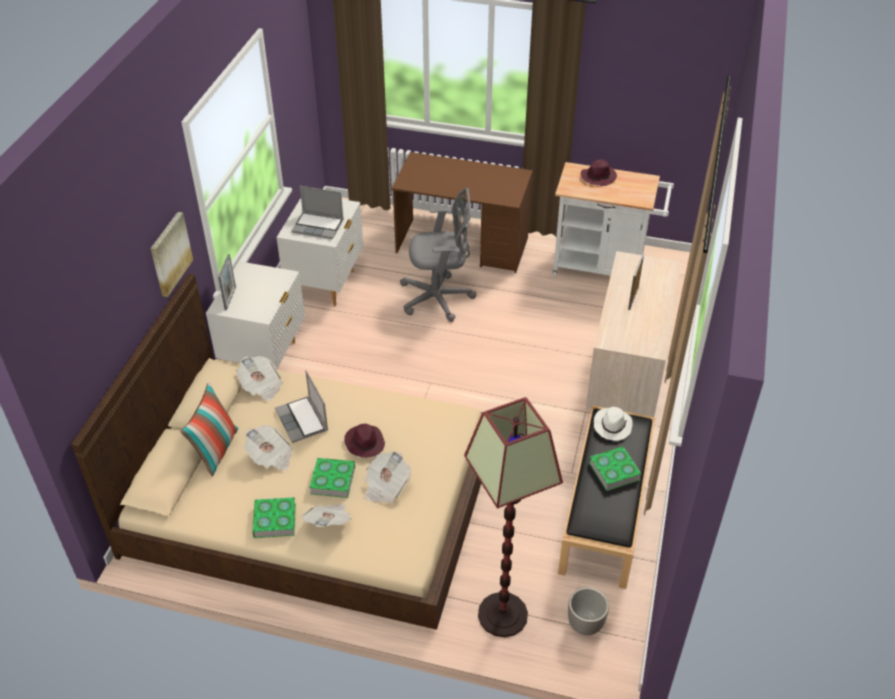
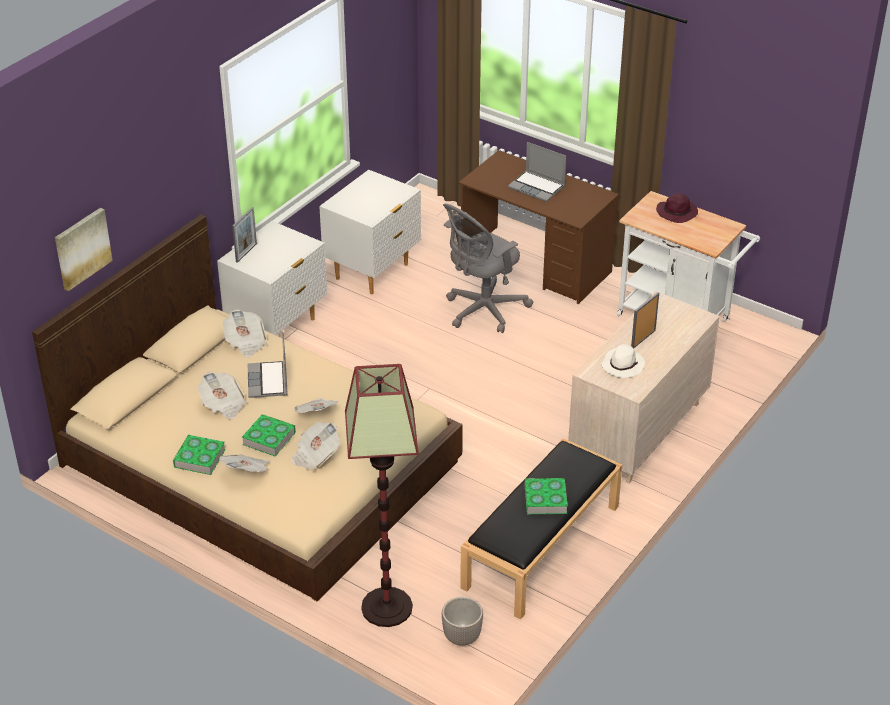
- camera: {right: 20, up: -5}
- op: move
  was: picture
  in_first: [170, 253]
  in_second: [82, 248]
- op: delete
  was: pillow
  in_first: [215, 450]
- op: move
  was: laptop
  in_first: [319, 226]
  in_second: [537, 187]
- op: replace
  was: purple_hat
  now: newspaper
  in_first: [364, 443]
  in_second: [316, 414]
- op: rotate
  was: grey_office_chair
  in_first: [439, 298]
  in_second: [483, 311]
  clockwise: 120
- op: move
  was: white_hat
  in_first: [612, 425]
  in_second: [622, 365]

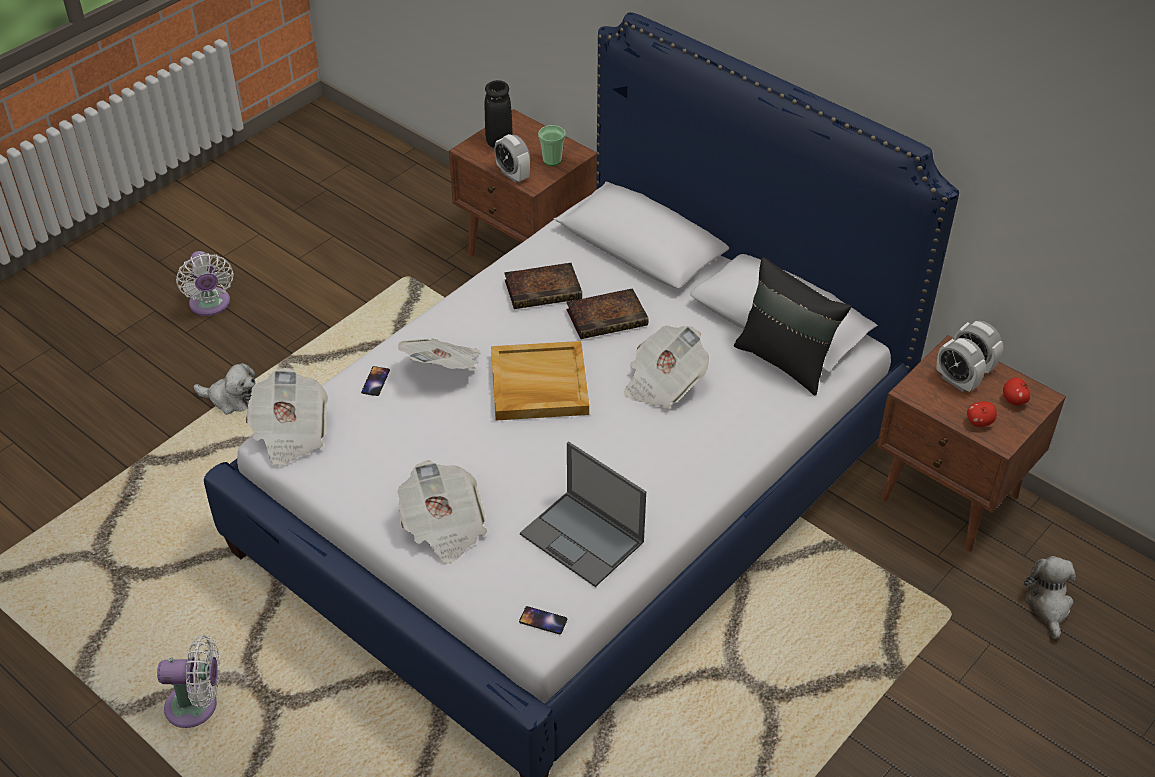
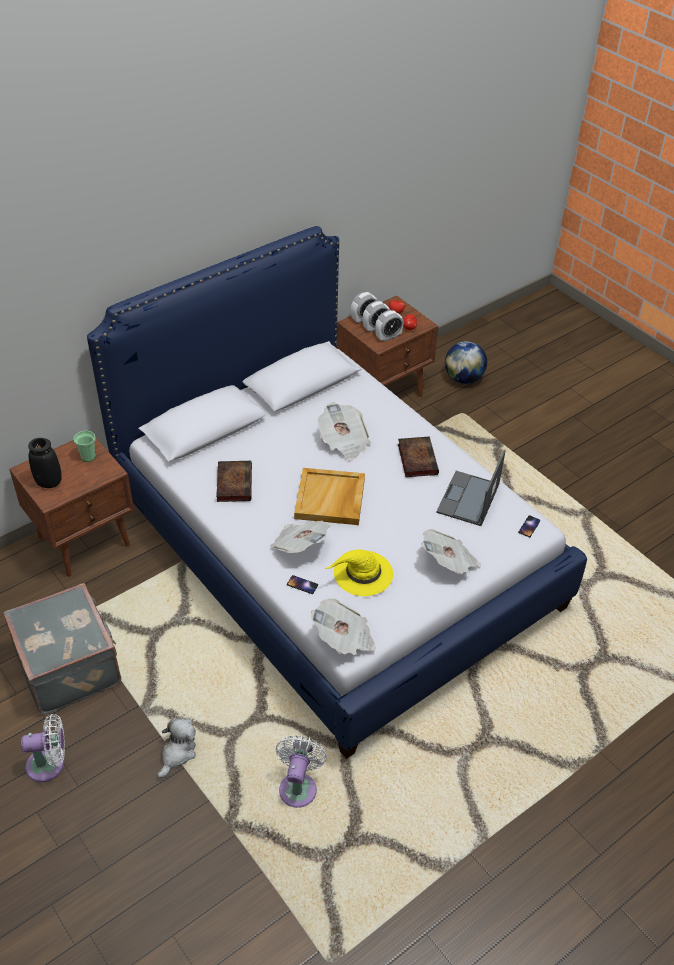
- camera: {right: -80, up: 0}
- op: move
  was: white_fan
  in_first: [197, 706]
  in_second: [299, 786]
- op: move
  was: alarm_clock
  in_first: [513, 175]
  in_second: [388, 337]
- op: rotate
  was: laptop
  in_first: [583, 539]
  in_second: [468, 499]
  clockwise: 150
- op: move
  was: book
  in_first: [608, 317]
  in_second: [416, 458]
- op: delete
  was: black_pillow
  in_first: [785, 361]
- op: replace
  was: plush_toy
  now: globe
  in_first: [1048, 606]
  in_second: [463, 378]
- op: insert
  now: grey_suitcase
  in_second: [70, 666]
- op: insert
  now: yellow_hat
  in_second: [362, 573]

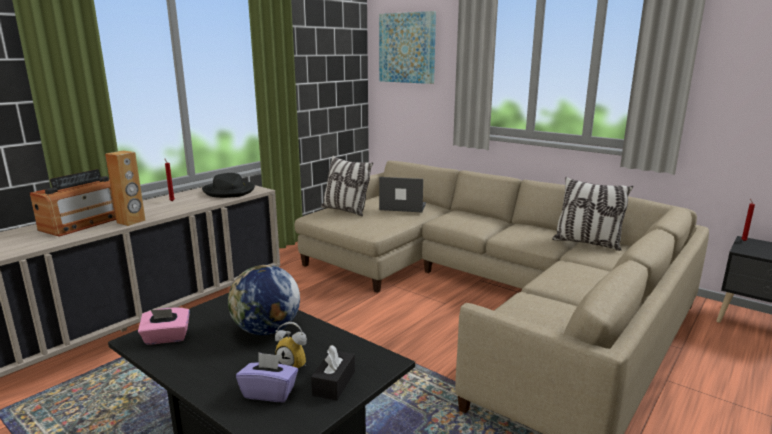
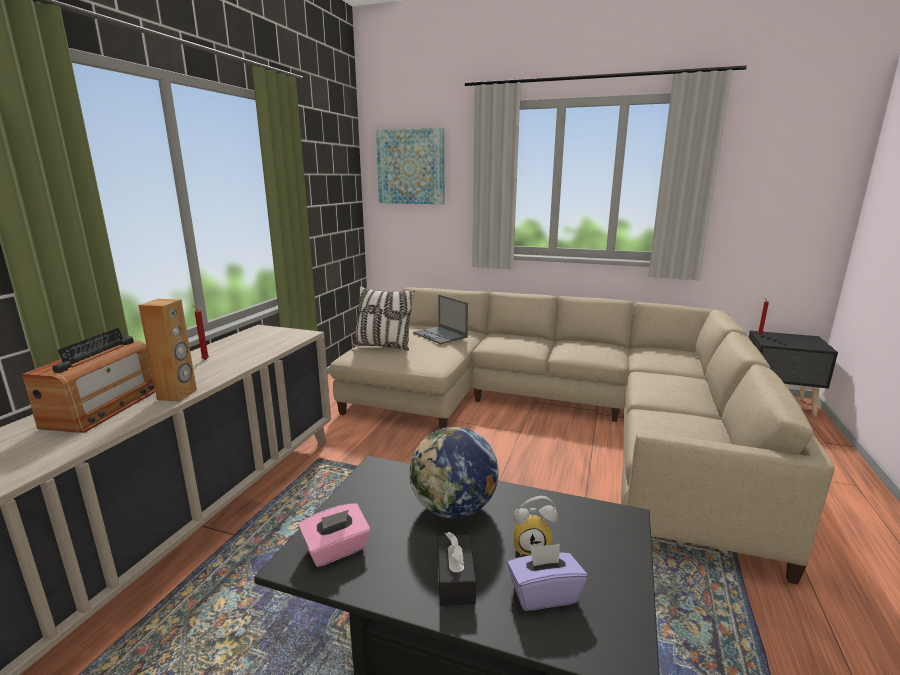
- camera: {right: -20, up: 0}
- op: delete
  was: black_hat
  in_first: [229, 191]
- op: move
  was: black_tissue_box
  in_first: [334, 383]
  in_second: [455, 579]
- op: rotate
  was: laptop
  in_first: [402, 206]
  in_second: [440, 335]
  clockwise: -120
- op: delete
  was: pillow
  in_first: [587, 243]

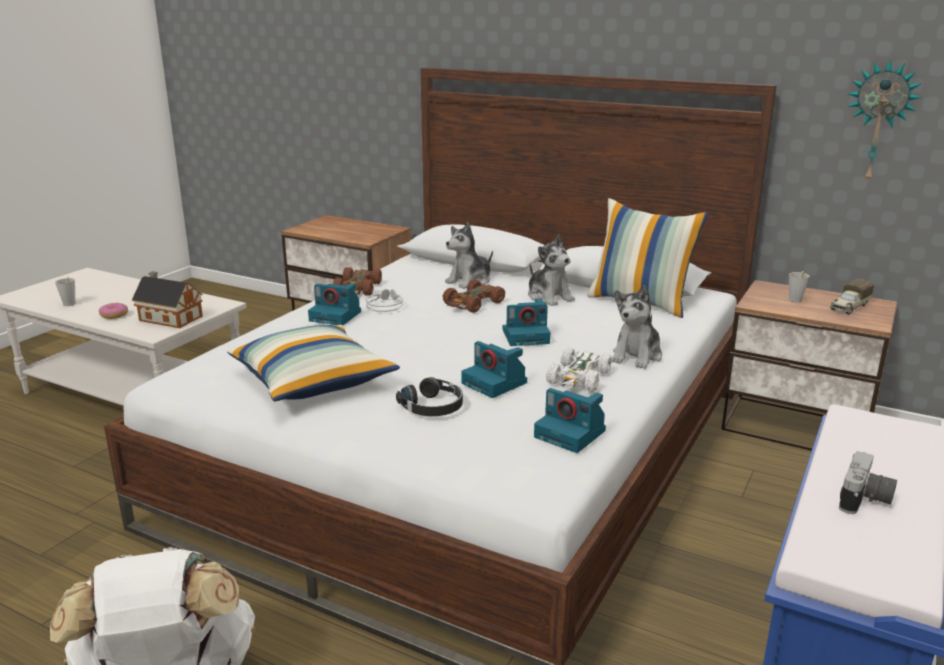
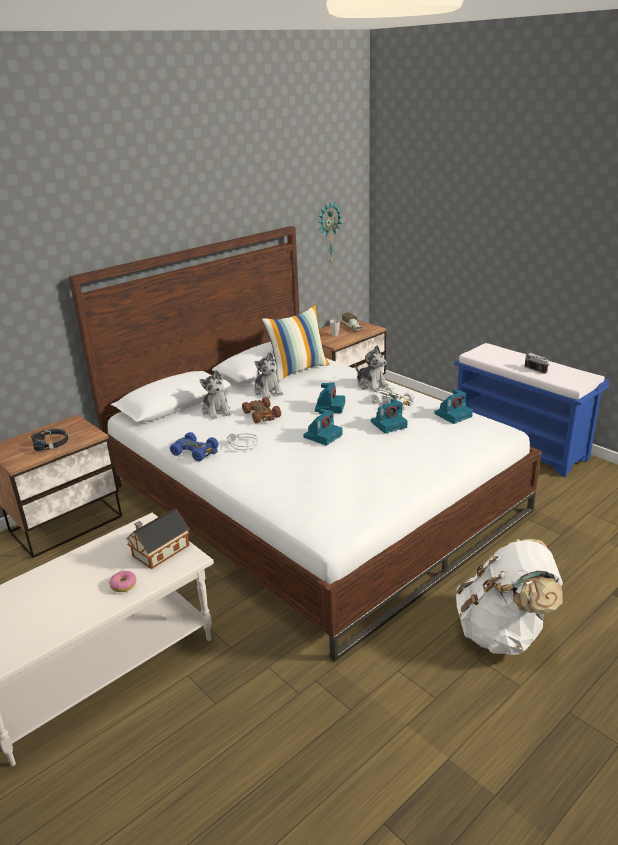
- camera: {right: -70, up: 5}
- op: delete
  was: grey_cup
  in_first: [69, 305]
- op: delete
  was: pillow
  in_first: [313, 381]
- op: move
  was: photo_camera
  in_first: [336, 316]
  in_second: [323, 435]
- op: recolor
  was: brown_toy_car
  now: blue_toy_car
  in_first: [358, 289]
  in_second: [195, 452]
- op: move
  was: black_headphones
  in_first: [433, 407]
  in_second: [51, 444]
- op: rotate
  was: plush_toy
  in_first: [549, 297]
  in_second: [268, 391]
  clockwise: 75

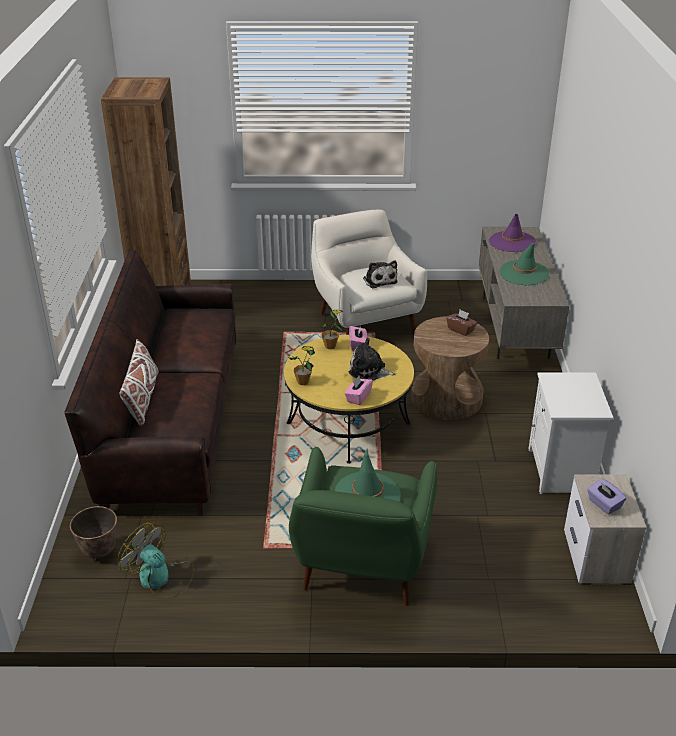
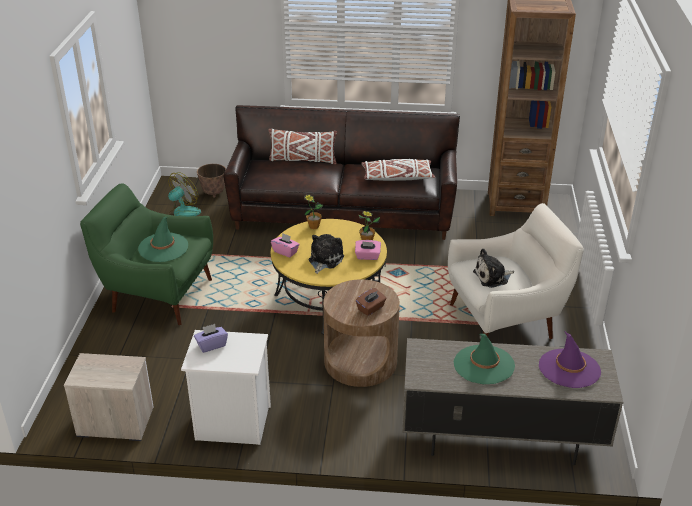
- camera: {right: 95, up: 0}
- op: move
  was: purple_tissue_box
  in_first: [604, 504]
  in_second: [211, 345]
- op: insert
  now: white_pillow
  in_second: [397, 177]

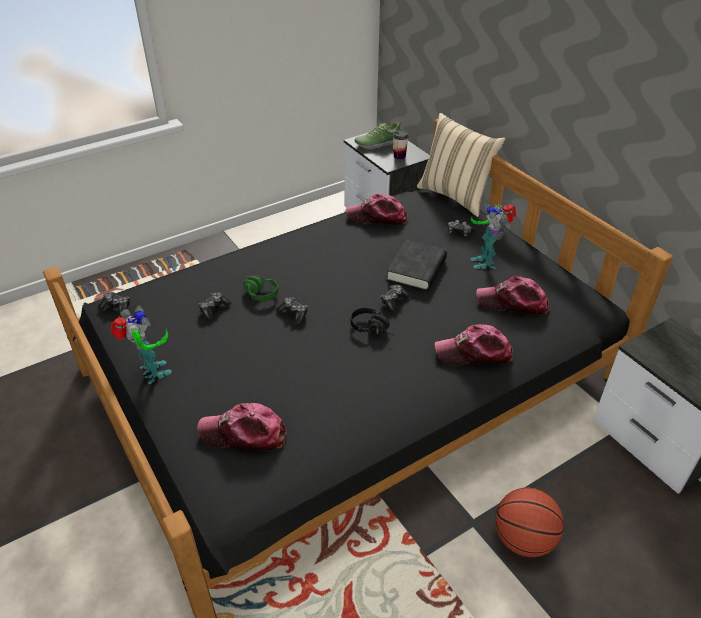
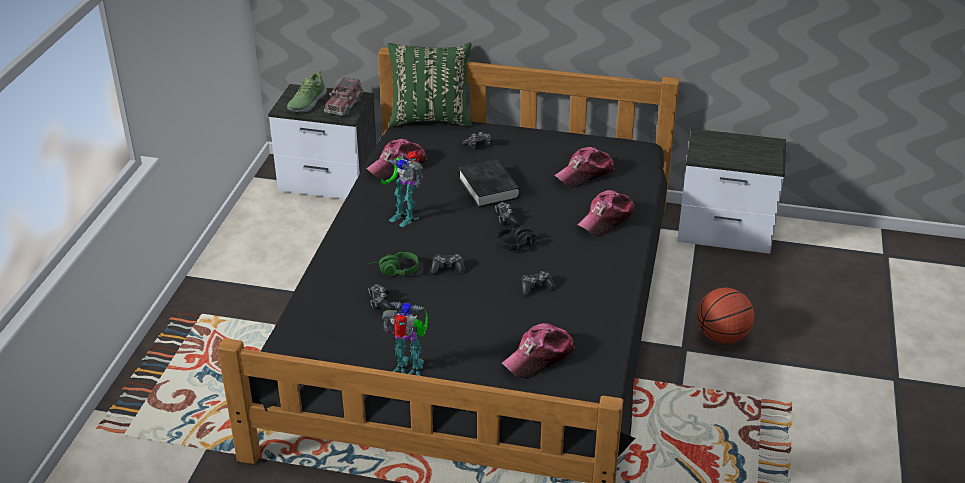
- camera: {right: -45, up: -5}
- op: move
  was: game_controller
  in_first: [116, 307]
  in_second: [536, 287]
- op: replace
  was: cup
  now: toy_truck
  in_first: [399, 156]
  in_second: [344, 105]
- op: recolor
  was: beige_pillow
  now: green_pillow
  in_first: [455, 196]
  in_second: [430, 118]
- op: move
  was: toy_robot
  in_first: [485, 261]
  in_second: [404, 216]

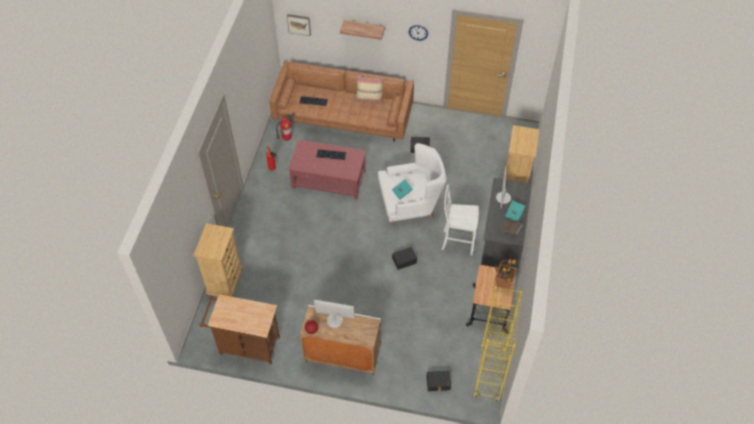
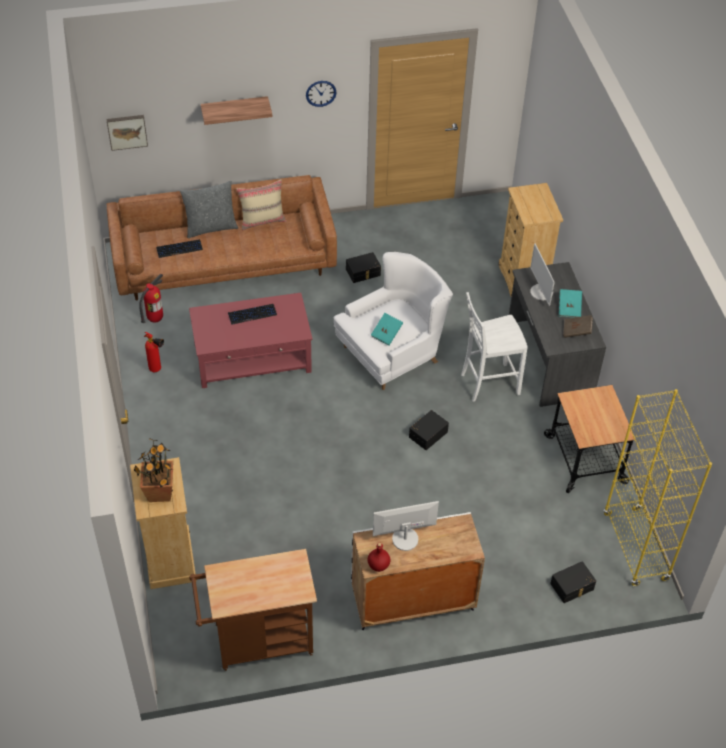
- camera: {right: -25, up: -5}
- op: move
  was: potted_plant
  in_first: [503, 283]
  in_second: [159, 493]
- op: insert
  now: grey_pillow
  in_second: [211, 227]

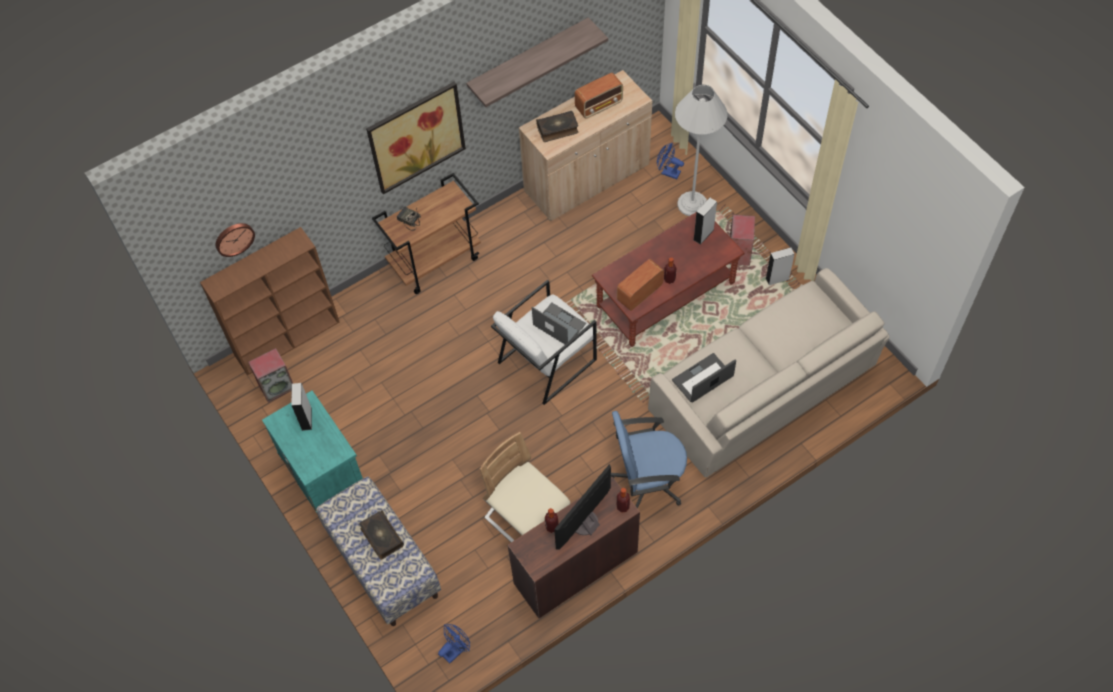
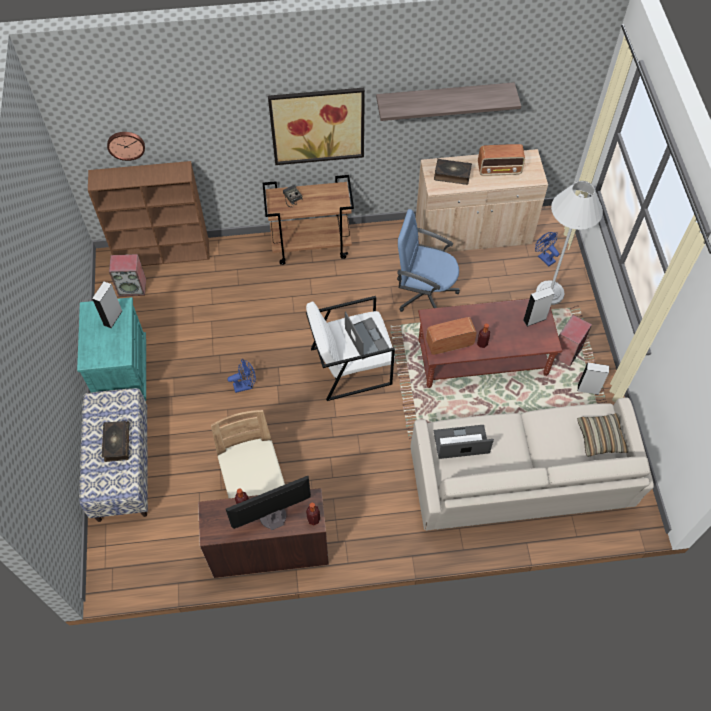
- camera: {right: 25, up: 0}
- op: move
  was: blue_fan
  in_first: [456, 649]
  in_second: [245, 385]
- op: move
  was: blue_office_chair
  in_first: [647, 480]
  in_second: [424, 293]
- op: insert
  now: pillow
  in_second: [600, 438]

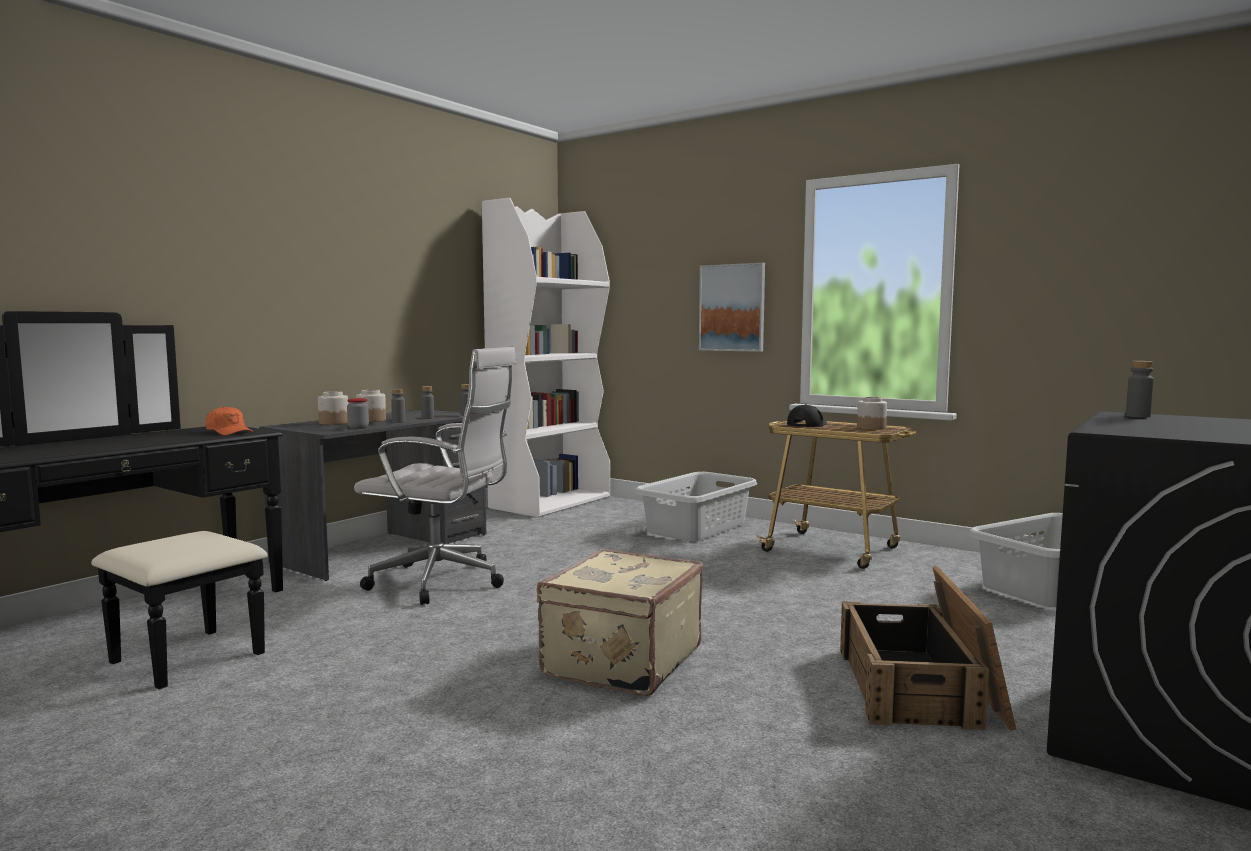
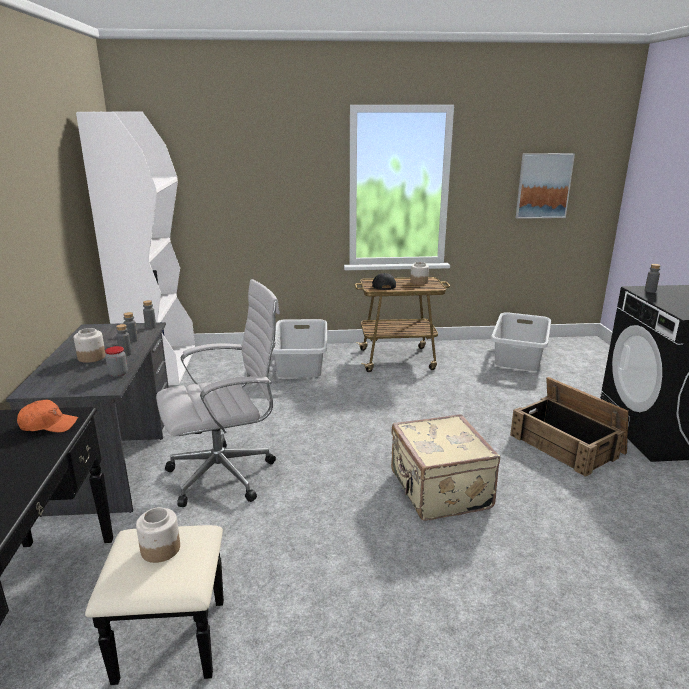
- camera: {right: -40, up: 15}
- op: move
  was: jar
  in_first: [333, 423]
  in_second: [160, 549]
- op: move
  was: picture
  in_first: [732, 307]
  in_second: [543, 186]

